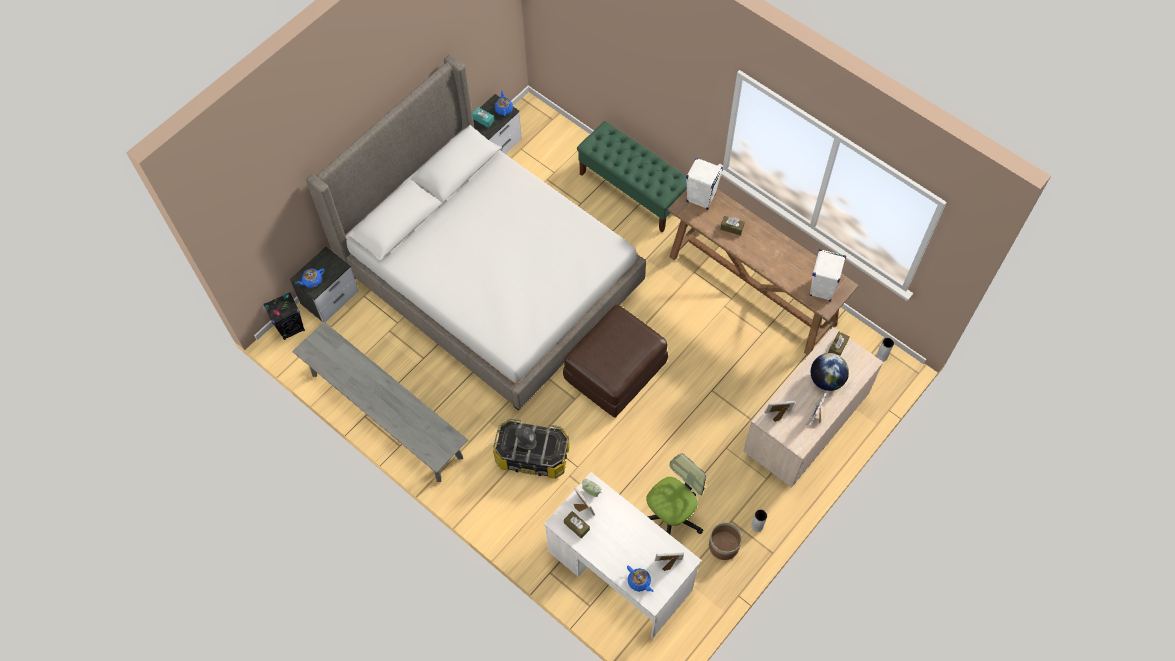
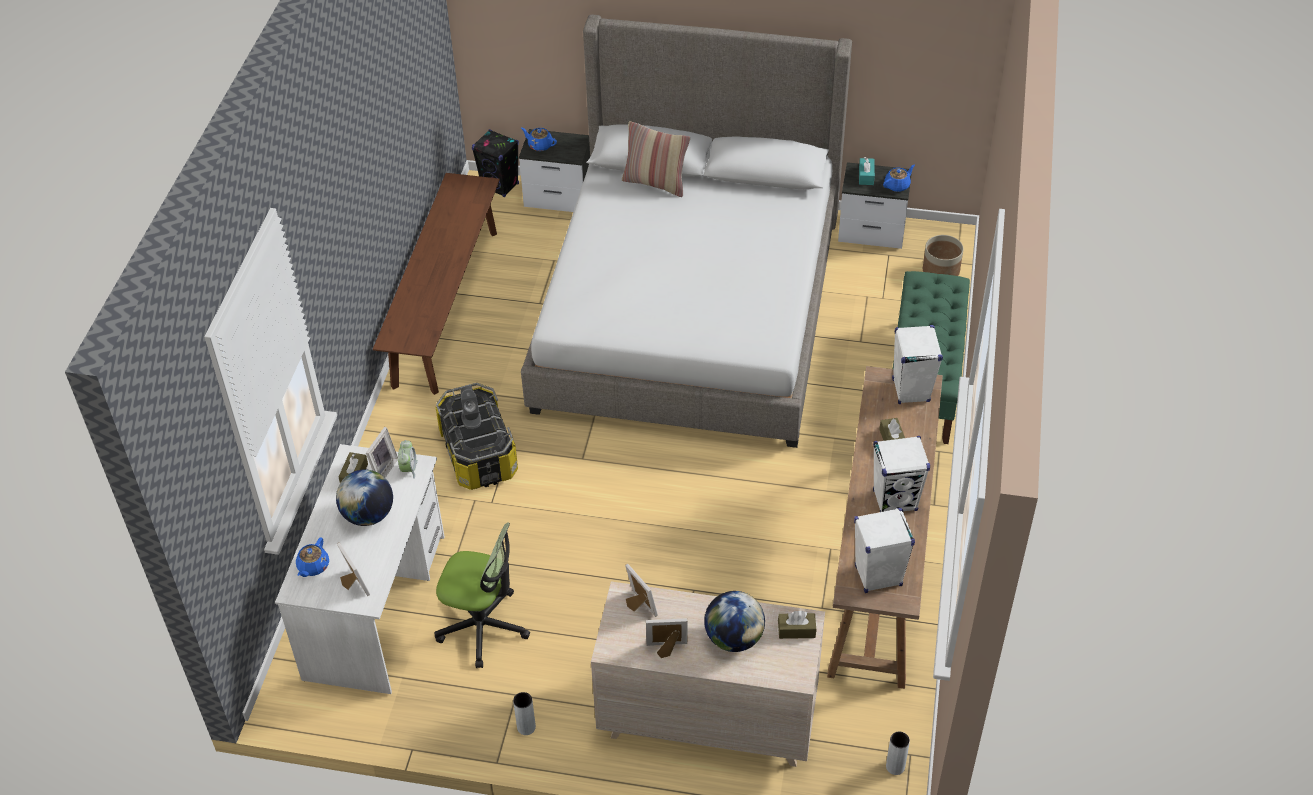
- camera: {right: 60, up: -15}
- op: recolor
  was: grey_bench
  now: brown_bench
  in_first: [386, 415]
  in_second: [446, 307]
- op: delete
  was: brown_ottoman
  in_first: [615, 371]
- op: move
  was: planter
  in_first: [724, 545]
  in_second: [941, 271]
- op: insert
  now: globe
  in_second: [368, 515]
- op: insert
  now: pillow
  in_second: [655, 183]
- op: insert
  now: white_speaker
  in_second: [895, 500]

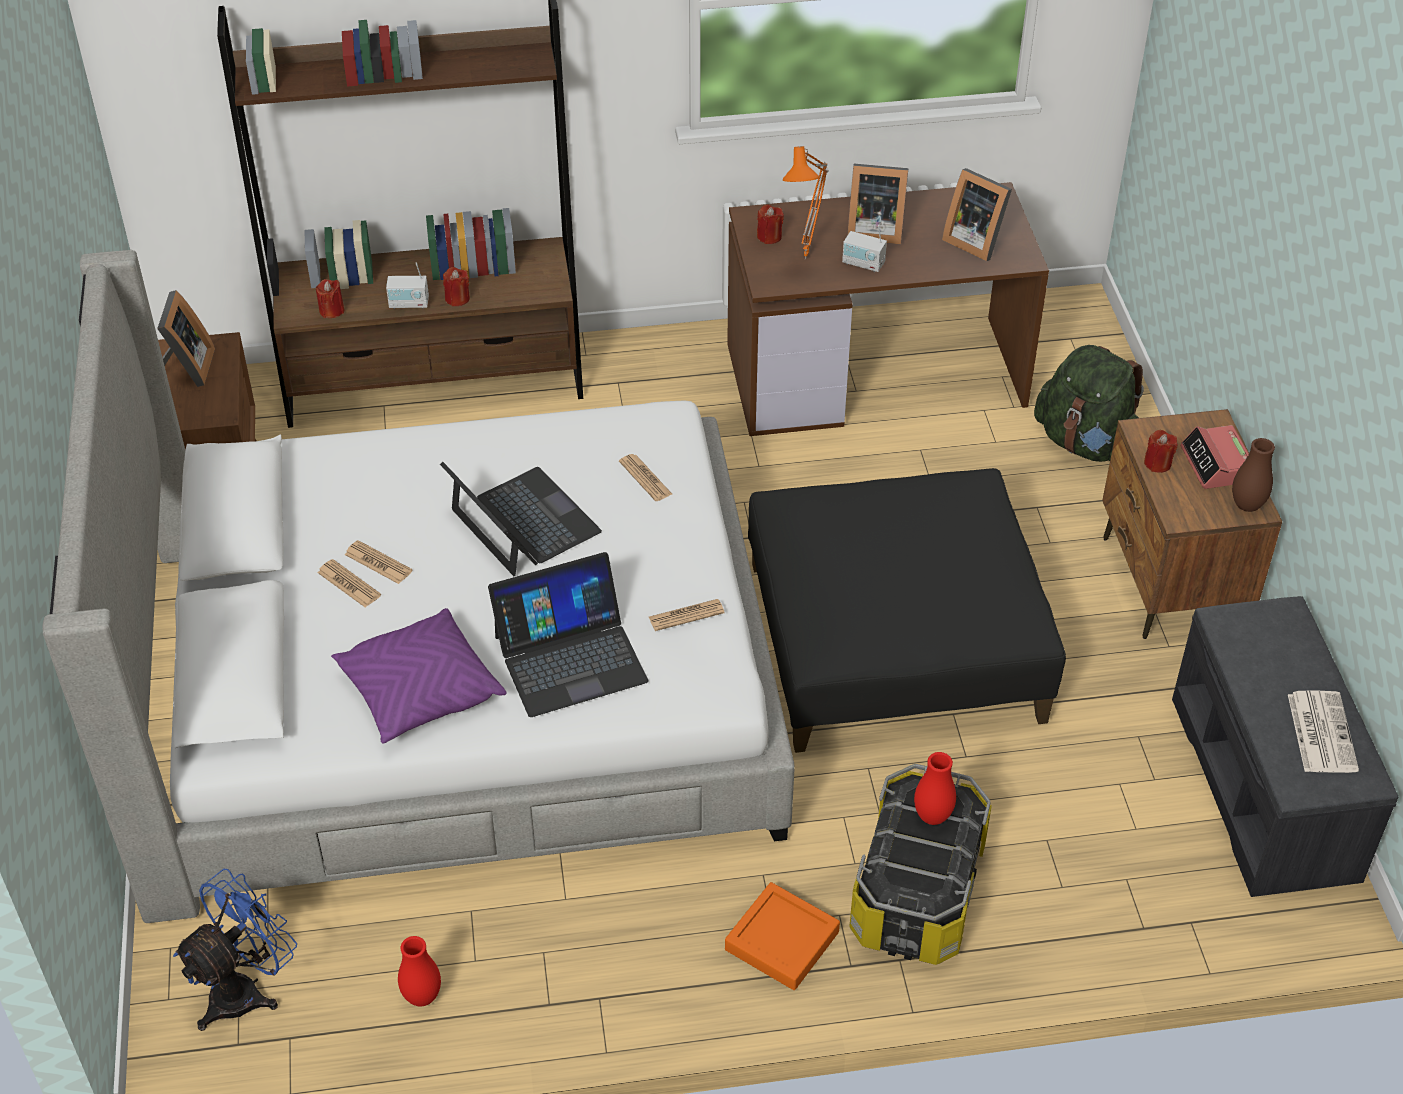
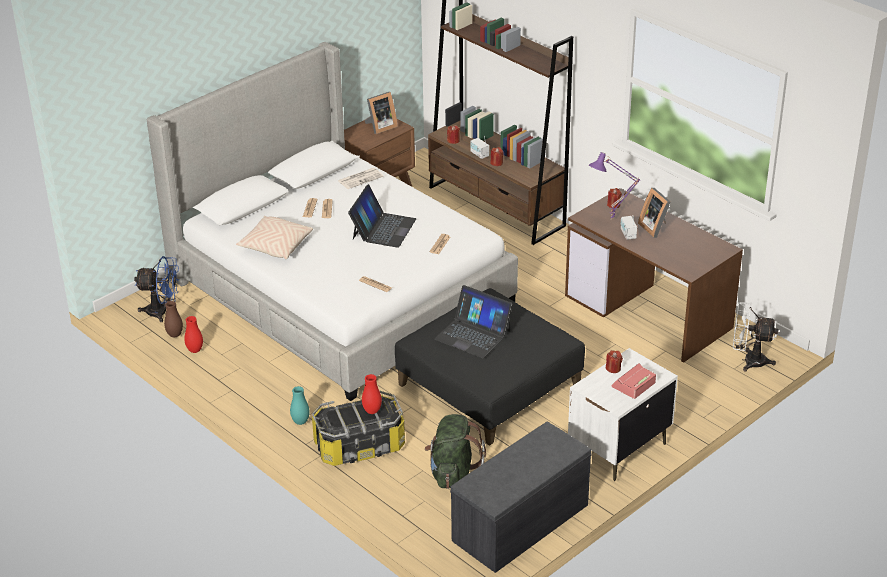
- camera: {right: 55, up: -10}
- op: recolor
  was: purple_pillow
  now: beige_pillow
  in_first: [420, 691]
  in_second: [275, 246]
- op: move
  was: laptop
  in_first: [570, 658]
  in_second: [473, 334]
- op: replace
  was: orange_tray
  now: turquoise_vase
  in_first: [782, 941]
  in_second: [300, 422]
- op: recolor
  was: orange_table_lamp
  now: purple_table_lamp
  in_first: [808, 258]
  in_second: [612, 220]
- op: delete
  was: picture_frame
  in_first: [974, 240]
- op: move
  was: green_backpack
  in_first: [1085, 443]
  in_second: [453, 473]
- op: recolor
  was: brown_nightstand
  now: white_nightstand
  in_first: [1170, 583]
  in_second: [618, 449]
- op: move
  was: brown_vase
  in_first: [1247, 505]
  in_second: [175, 335]
- op: move
  was: newspaper
  in_first: [1320, 732]
  in_second: [360, 178]
- op: insert
  now: white_fan
  in_second: [748, 361]

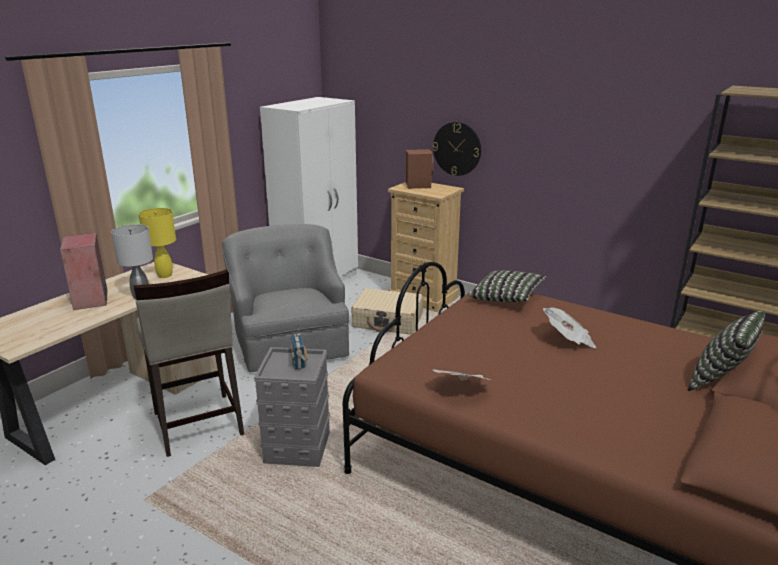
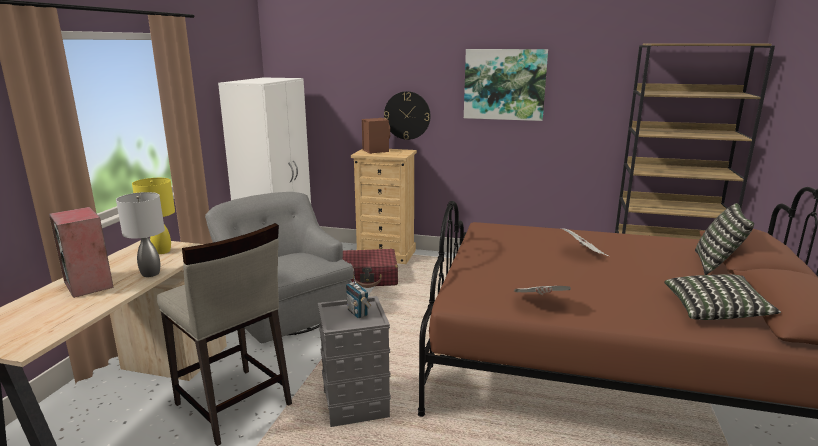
- camera: {right: -20, up: -5}
- op: recolor
  was: beige_suitcase
  now: red_suitcase
  in_first: [388, 321]
  in_second: [367, 277]
- op: move
  was: pillow
  in_first: [506, 298]
  in_second: [714, 311]
- op: insert
  now: picture
  in_second: [504, 84]

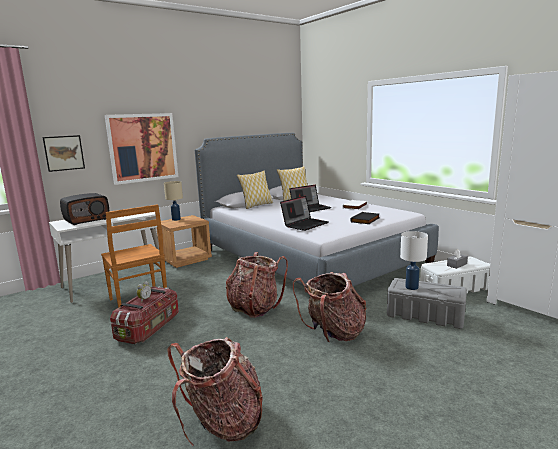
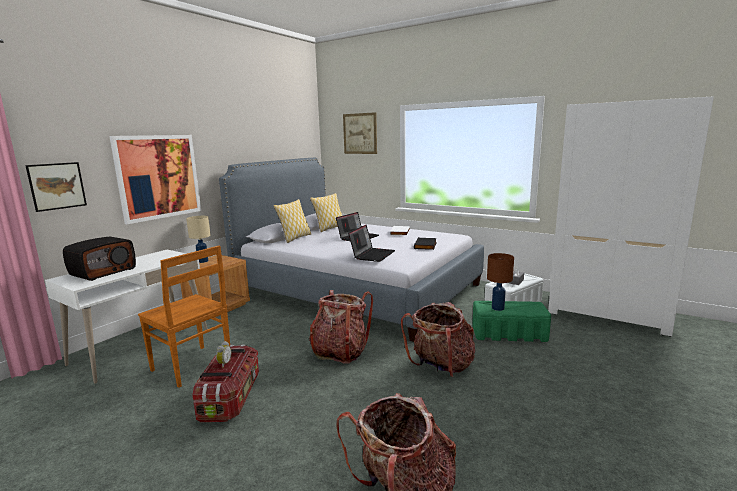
- camera: {right: -20, up: 0}
- op: recolor
  was: grey_storage_box
  now: green_storage_box
  in_first: [425, 315]
  in_second: [509, 333]
- op: recolor
  was: white_table_lamp
  now: brown_table_lamp
  in_first: [411, 287]
  in_second: [497, 308]
- op: insert
  now: picture
  in_second: [360, 133]

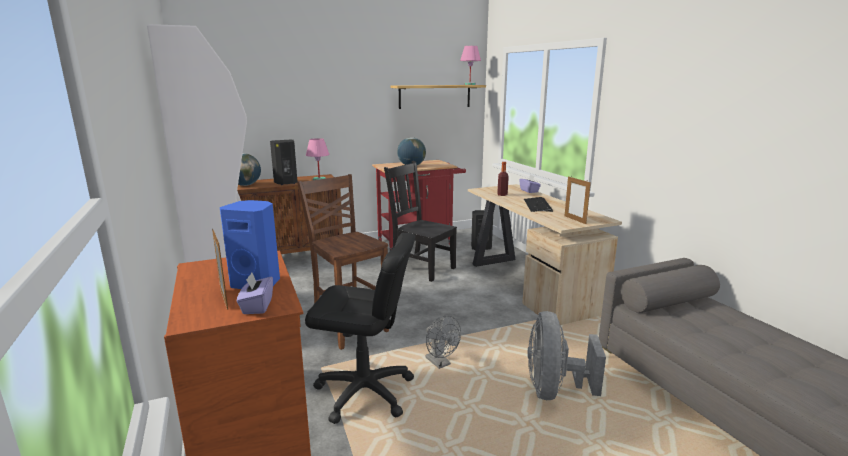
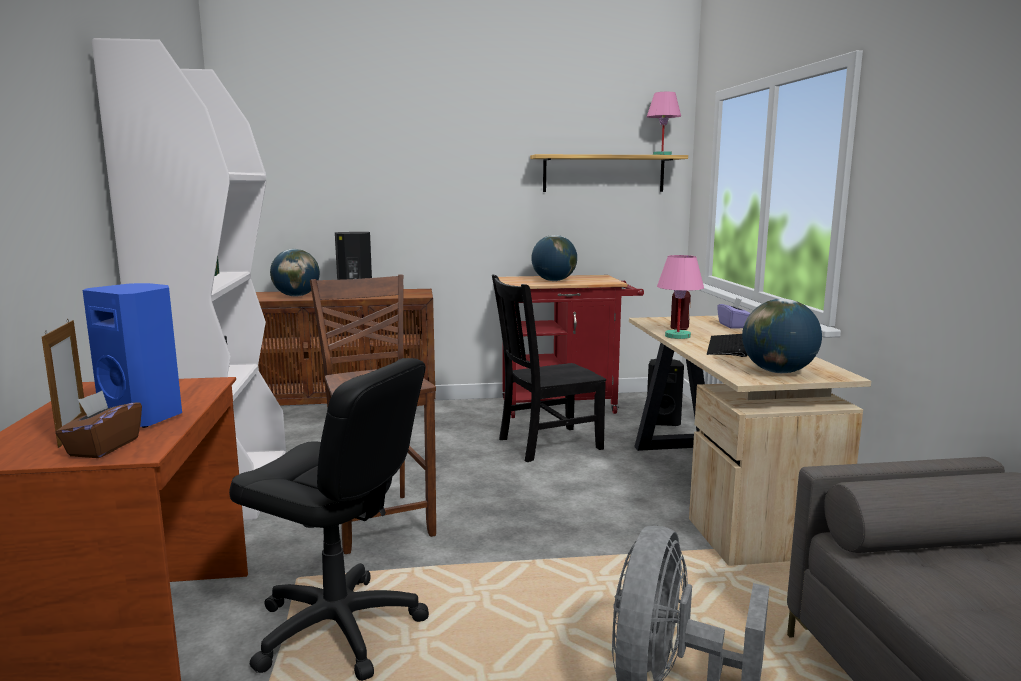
- camera: {right: 15, up: -5}
- op: recolor
  was: purple_tissue_box
  now: brown_tissue_box
  in_first: [257, 306]
  in_second: [103, 447]
- op: move
  was: pink_table_lamp
  in_first: [319, 180]
  in_second: [677, 336]
- op: rotate
  was: black_chair
  in_first: [421, 268]
  in_second: [546, 444]
  clockwise: -75
- op: delete
  was: grey_fan
  in_first: [440, 363]
- op: replace
  was: picture_frame
  now: globe
  in_first: [575, 220]
  in_second: [778, 372]

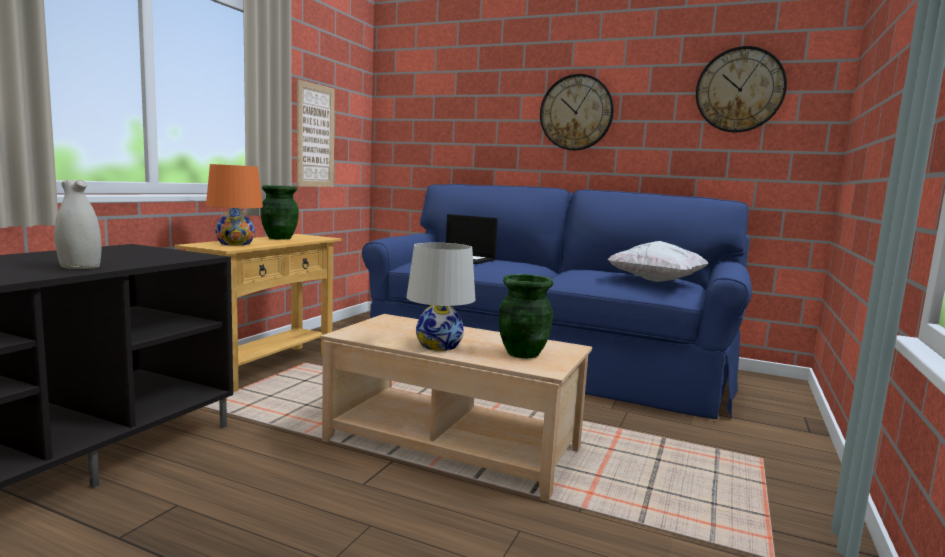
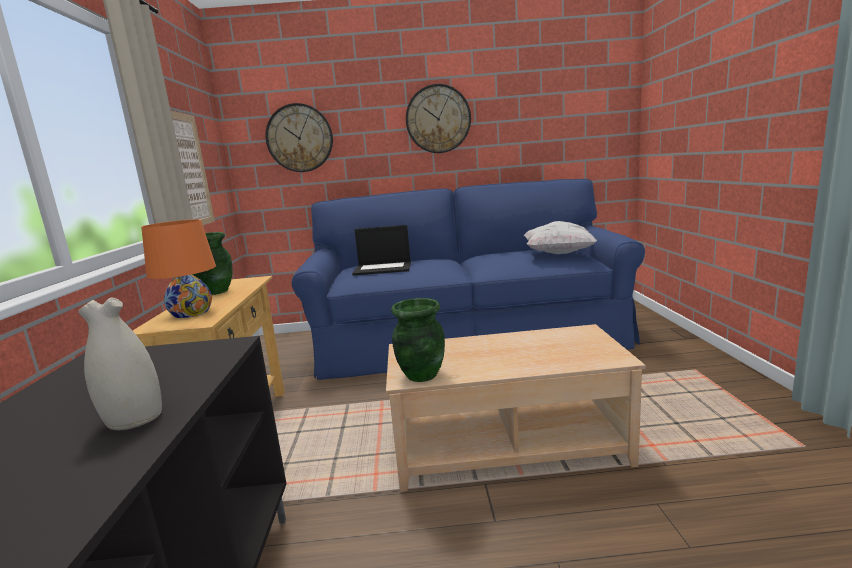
- camera: {right: -25, up: 5}
- op: delete
  was: white_table_lamp
  in_first: [439, 345]
- op: move
  was: green_vase
  in_first: [522, 353]
  in_second: [421, 375]
- op: move
  was: wall_clock
  in_first: [739, 90]
  in_second: [299, 138]

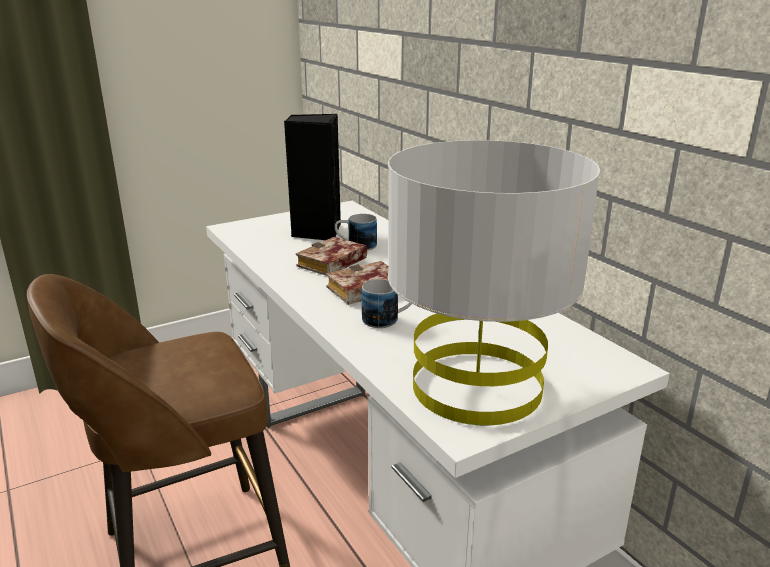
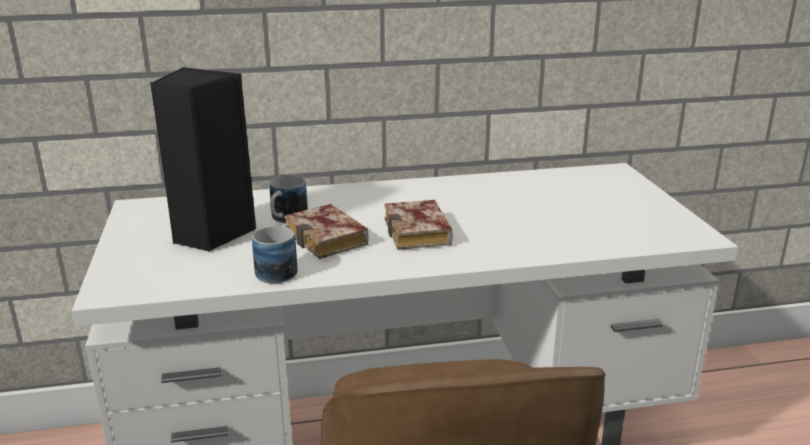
- camera: {right: -70, up: 0}
- op: move
  was: mug
  in_first: [388, 319]
  in_second: [280, 269]
- op: delete
  was: grey_table_lamp
  in_first: [477, 386]

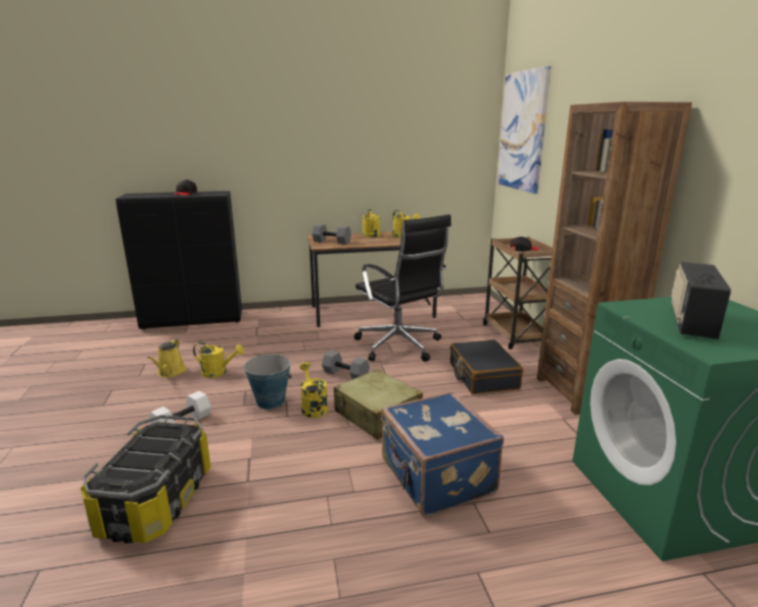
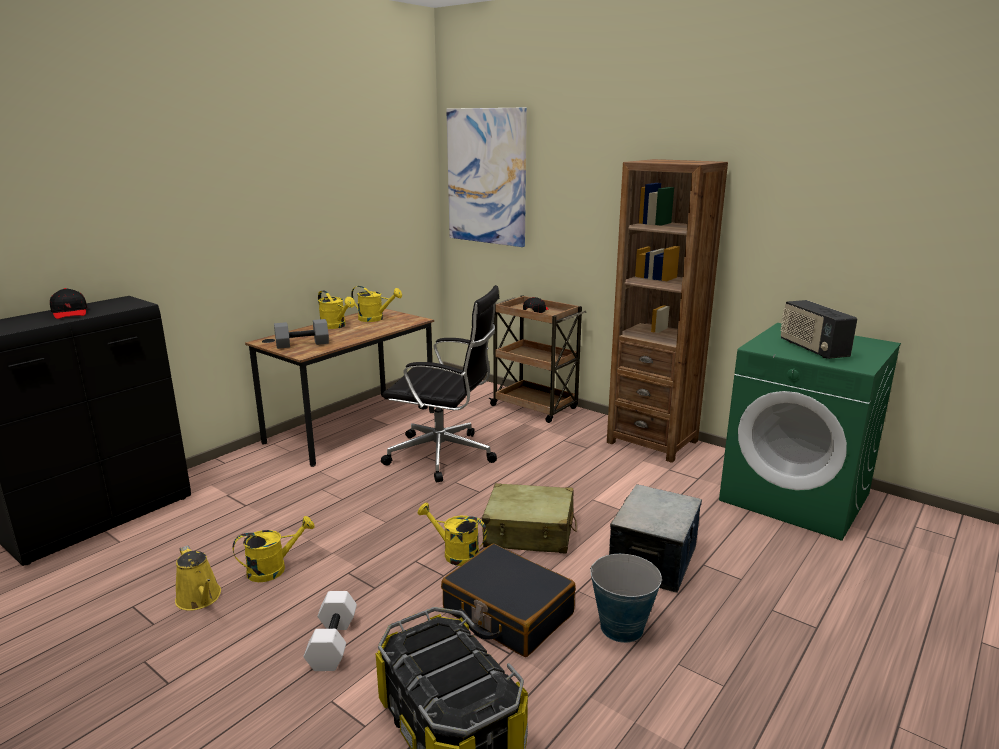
- camera: {right: -40, up: 0}
- op: move
  was: bucket
  in_first: [270, 401]
  in_second: [621, 627]
- op: delete
  was: grey_dumbbell
  in_first: [346, 374]
- op: replace
  was: blue_suitcase
  now: storage_box
  in_first: [435, 478]
  in_second: [654, 561]
- op: move
  was: black_suitcase
  in_first: [482, 376]
  in_second: [507, 613]

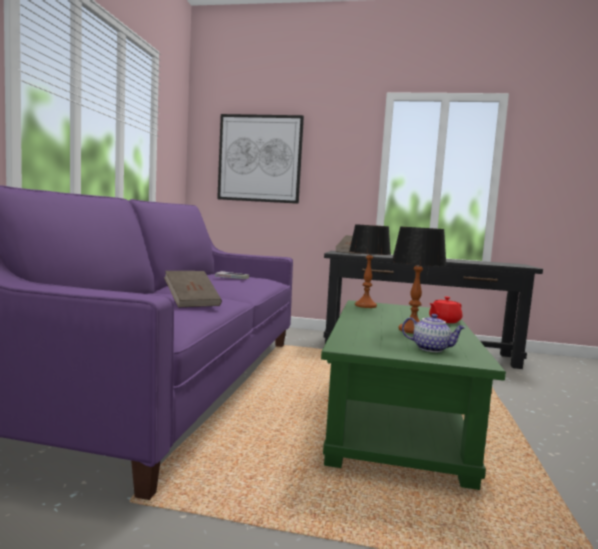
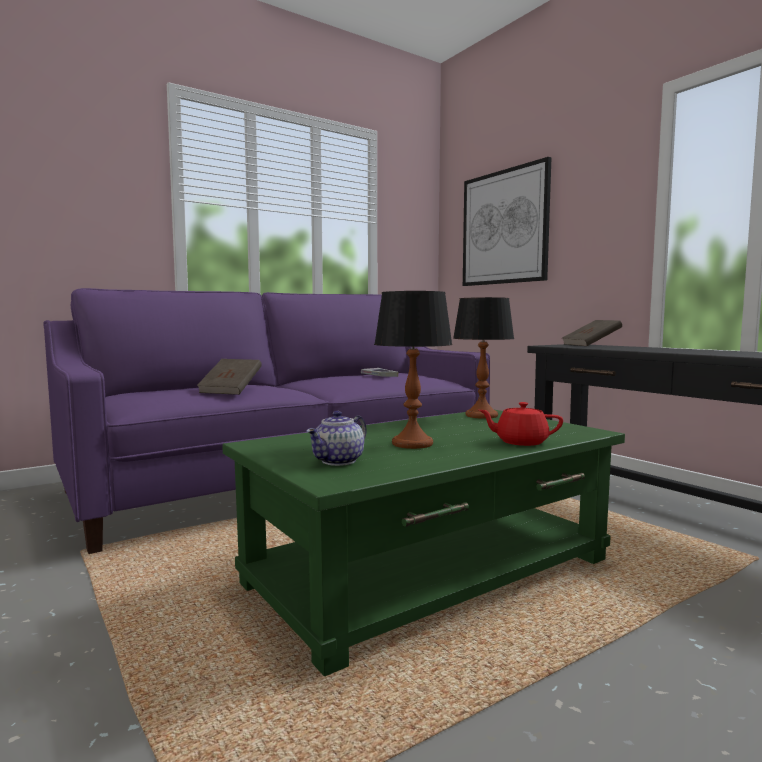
- camera: {right: 45, up: 0}
- op: rotate
  was: teapot
  in_first: [431, 348]
  in_second: [339, 461]
  clockwise: 60

